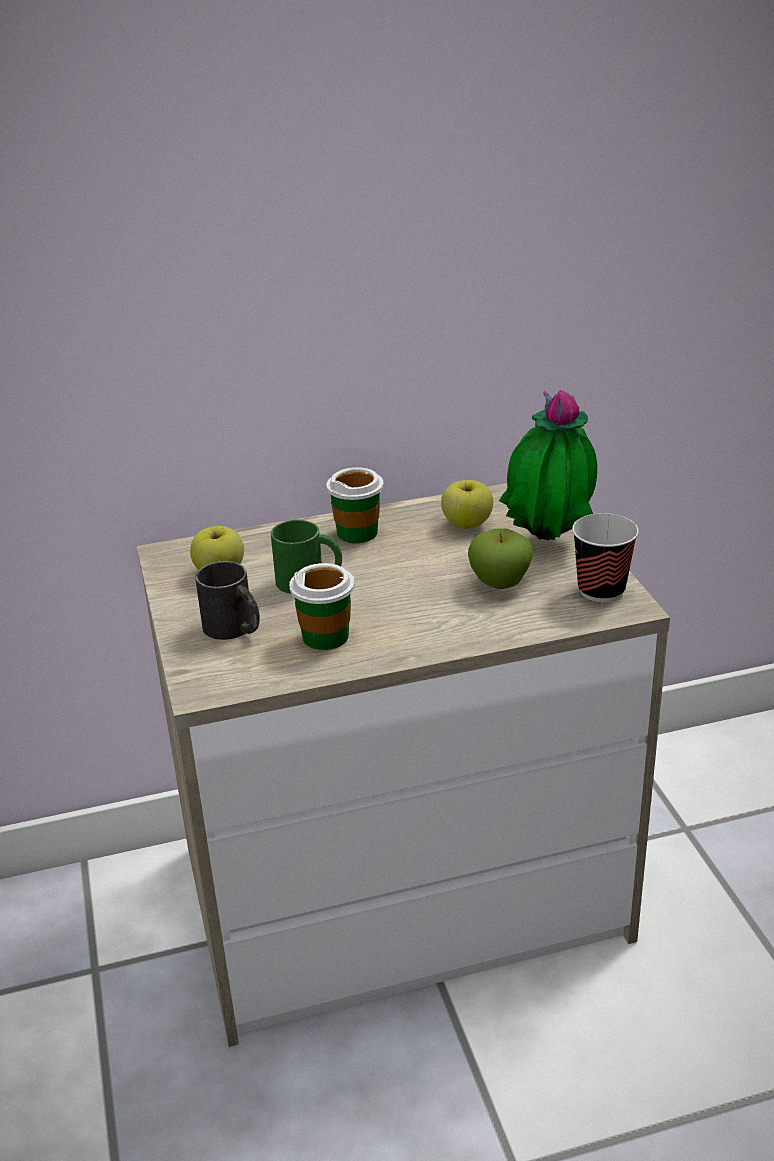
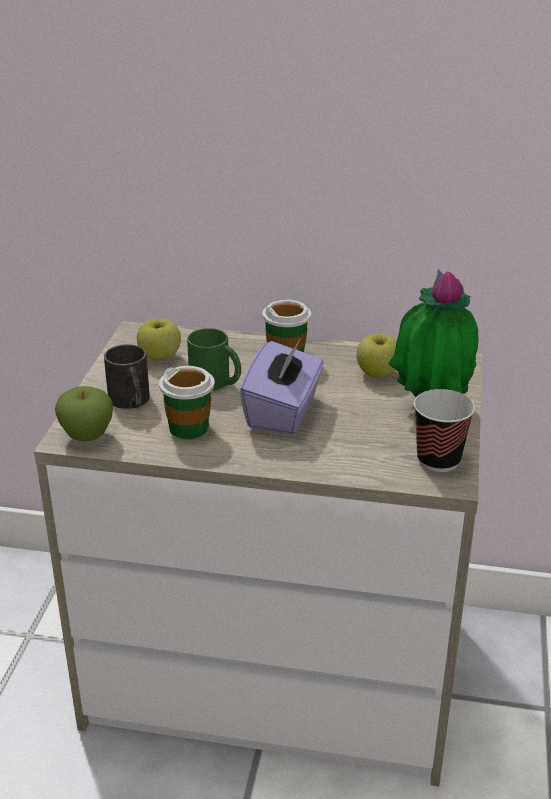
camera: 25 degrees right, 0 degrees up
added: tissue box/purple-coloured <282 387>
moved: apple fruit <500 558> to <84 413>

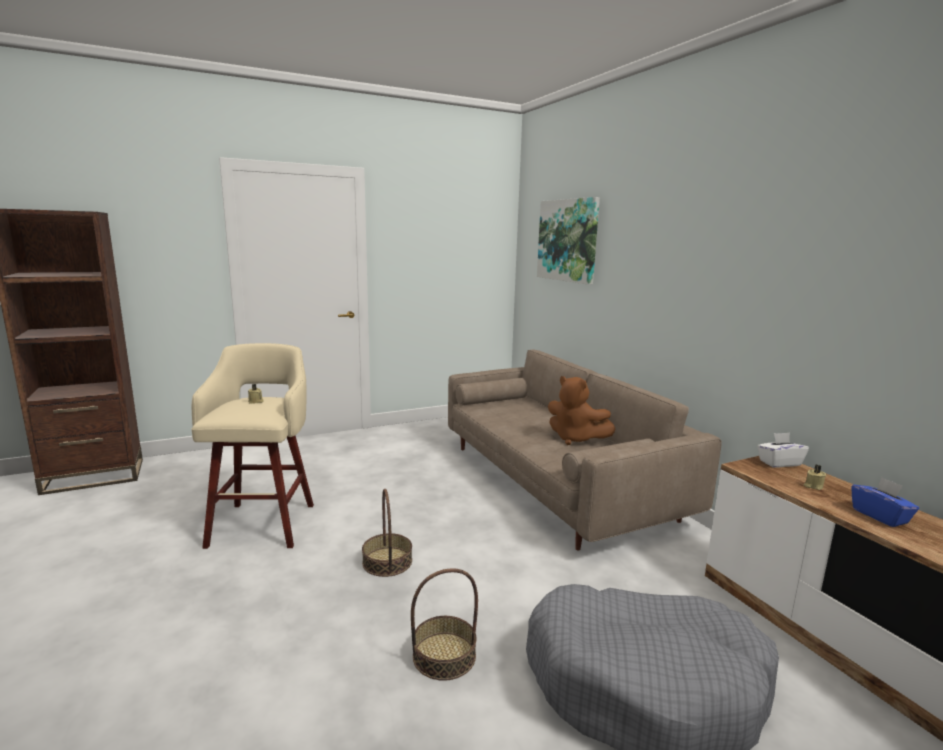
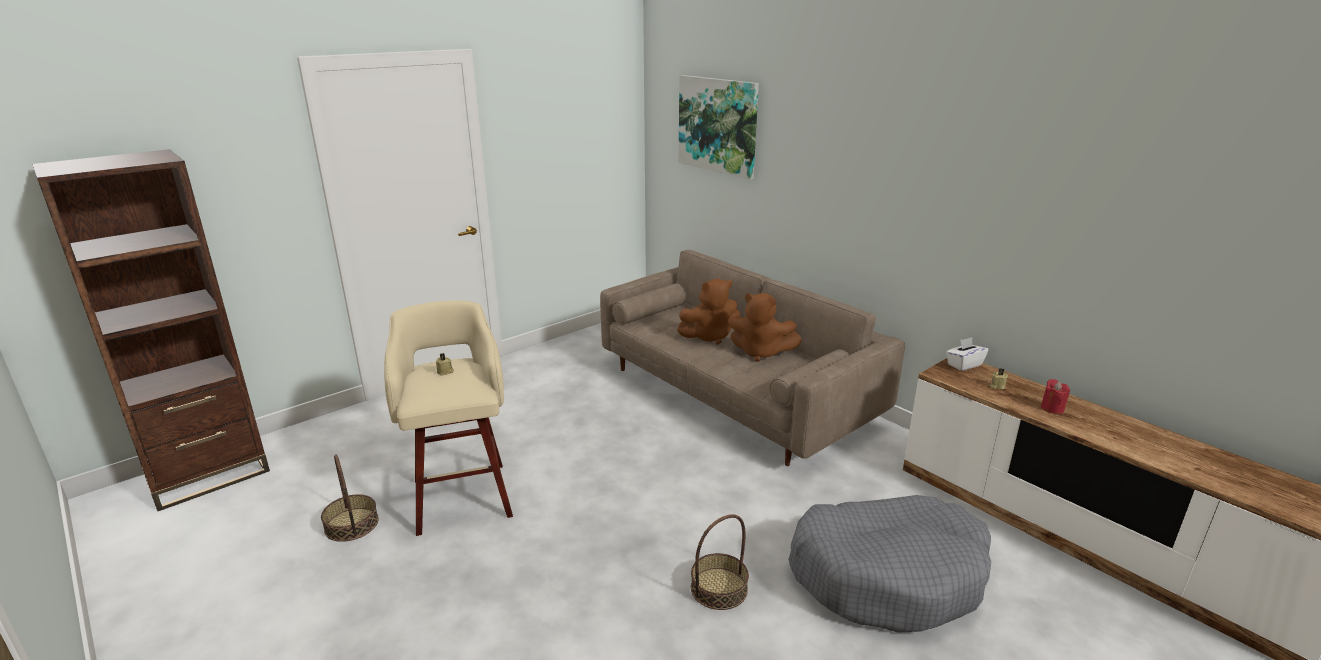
camera: 15 degrees left, 10 degrees up
added: soft toy/brownish <708 312>
moved: storage basket <387 533> to <350 498>
replaced: tissue box/blue-coloured <885 502> to wax candle/red <1055 396>

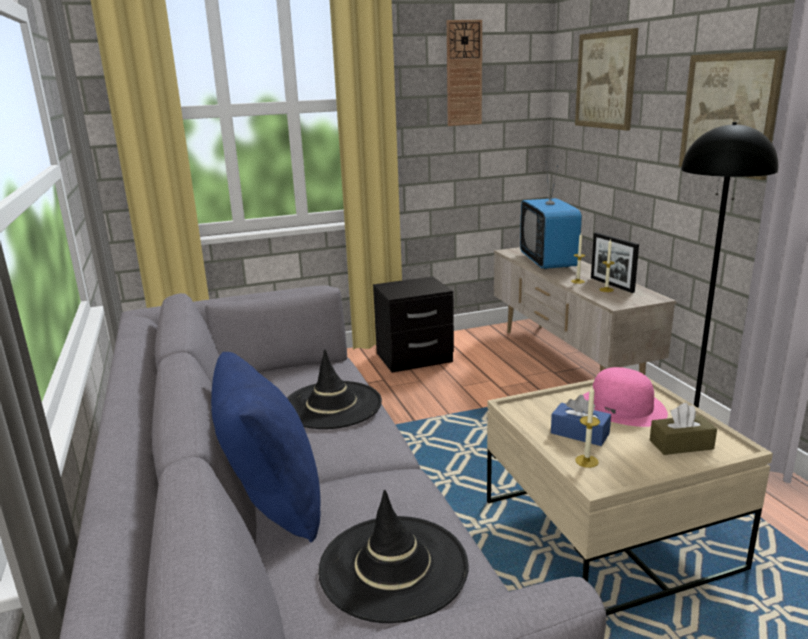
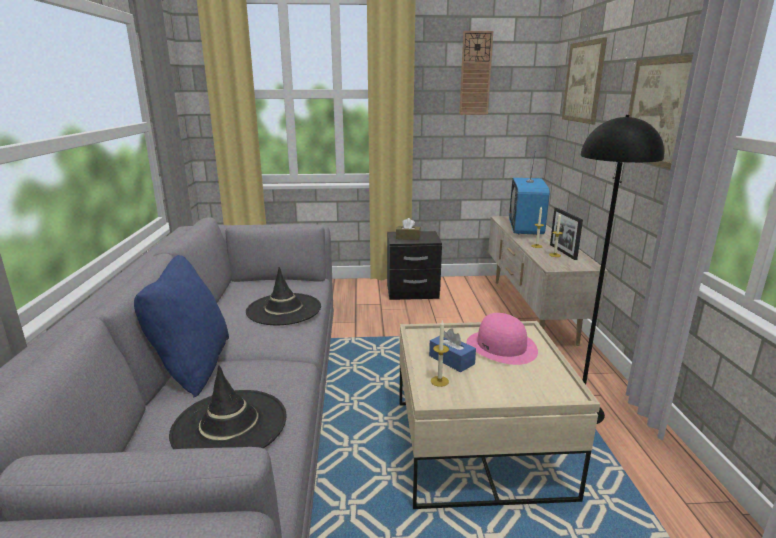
camera: 15 degrees right, 0 degrees up
moved: tissue box/brownish <683 429> to <408 229>

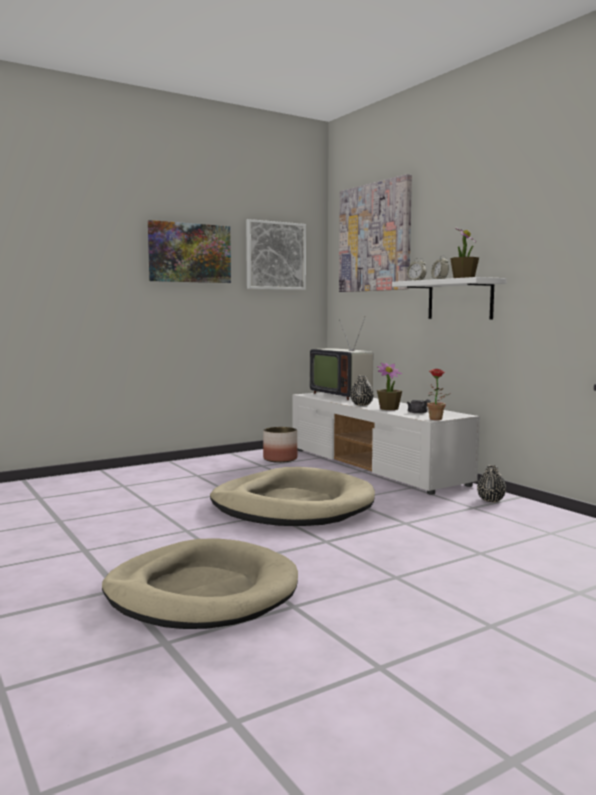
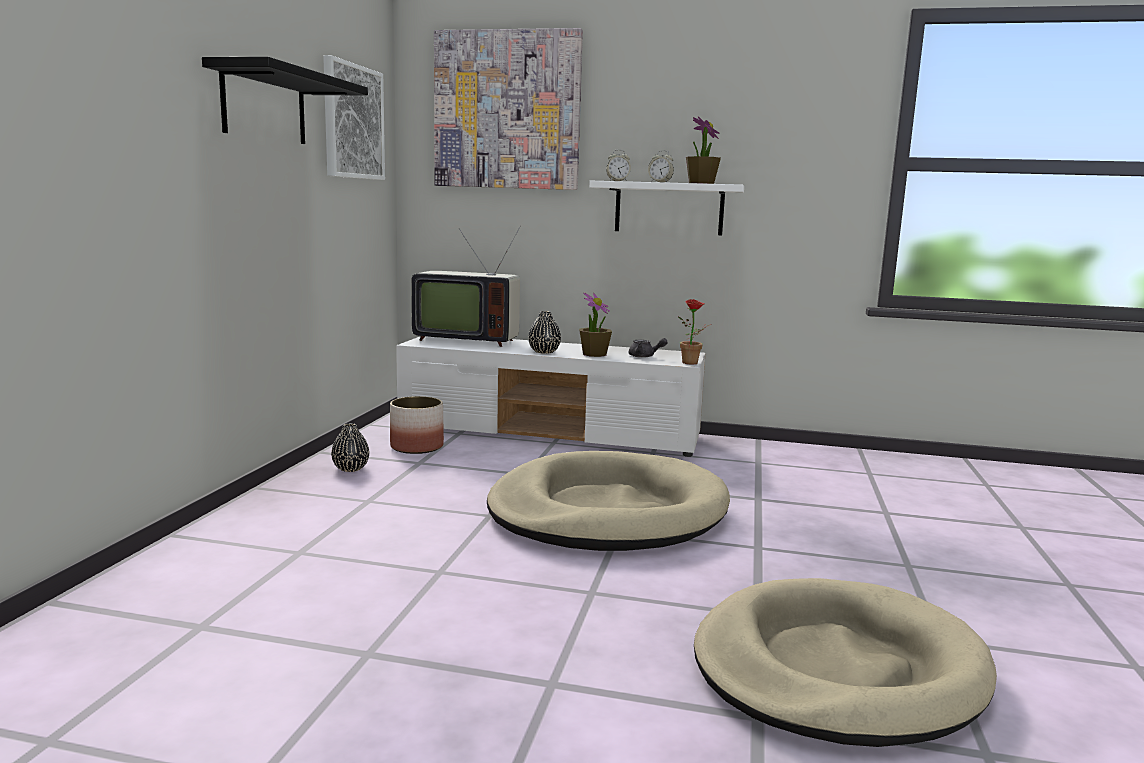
camera: 45 degrees left, 5 degrees up
moved: decorative vase/black <491 483> to <350 447>
replaced: wall picture <189 251> to bracket shelf/black <285 100>

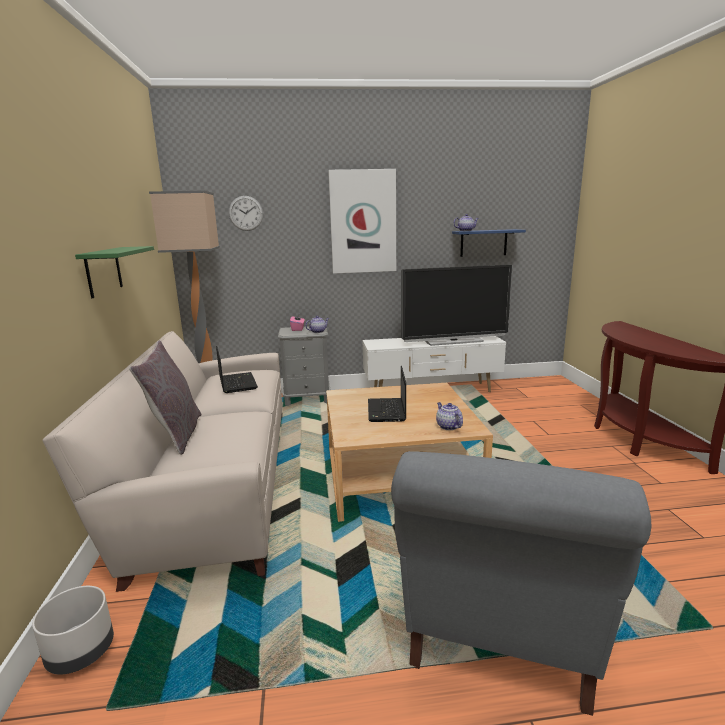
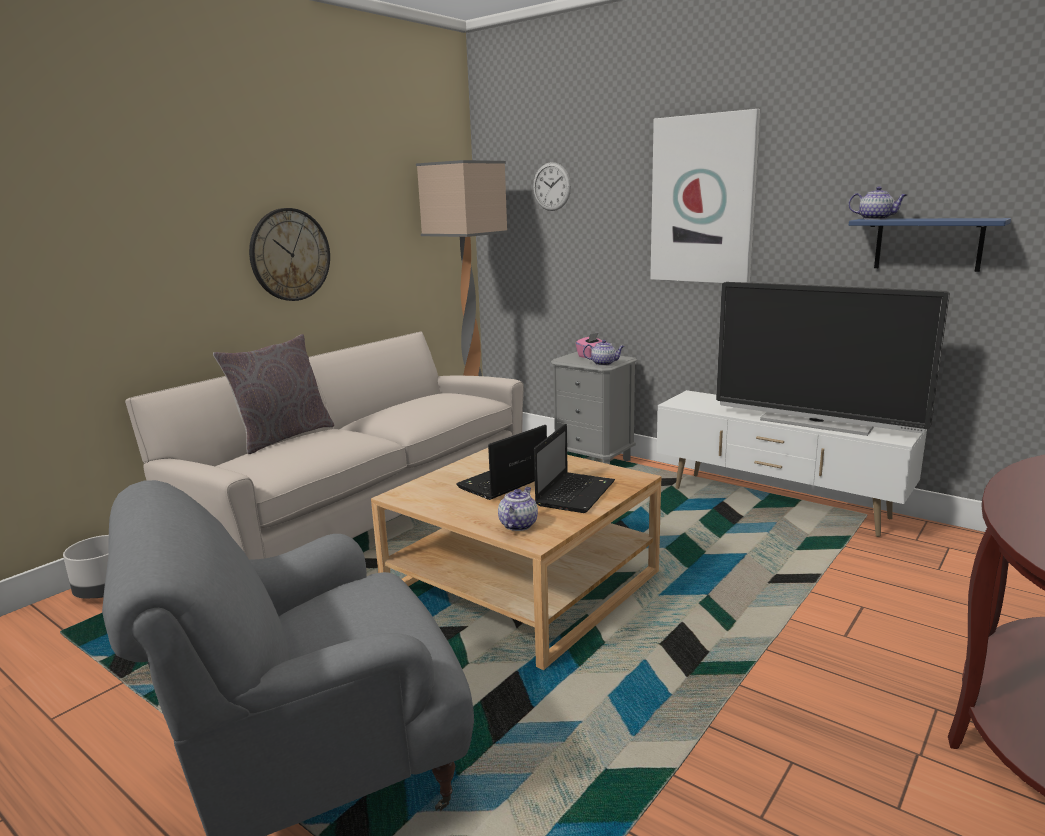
camera: 45 degrees right, 0 degrees up
moved: laptop <237 369> to <574 468>
replaced: bracket shelf/green <114 272> to hanging clock <289 254>

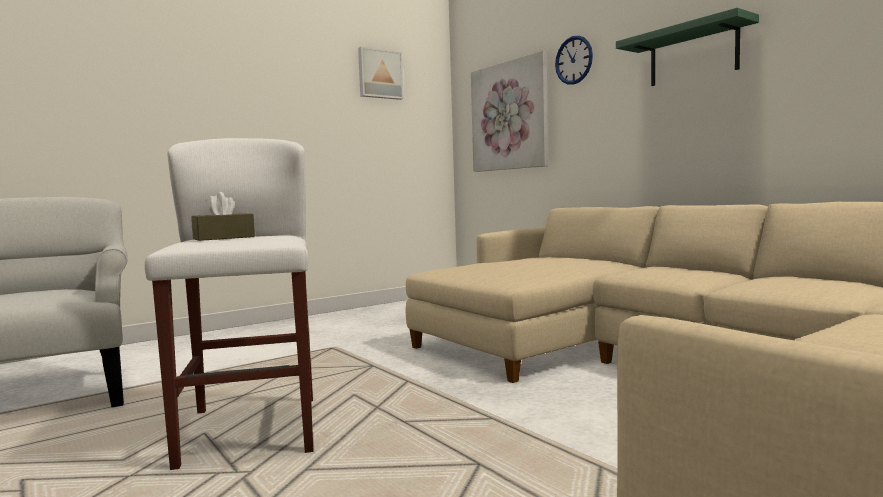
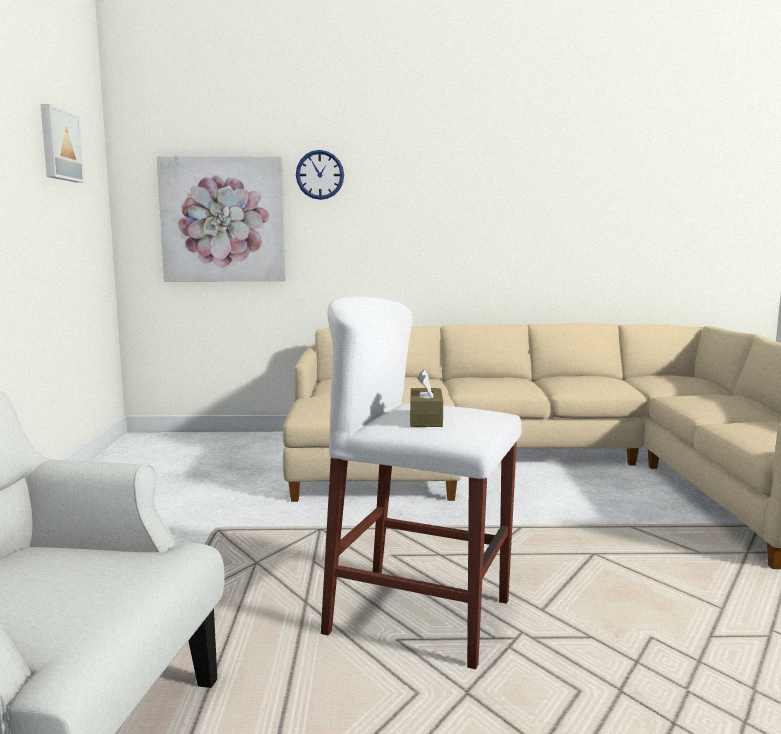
camera: 55 degrees left, 5 degrees up
removed: bracket shelf/green <687 47>

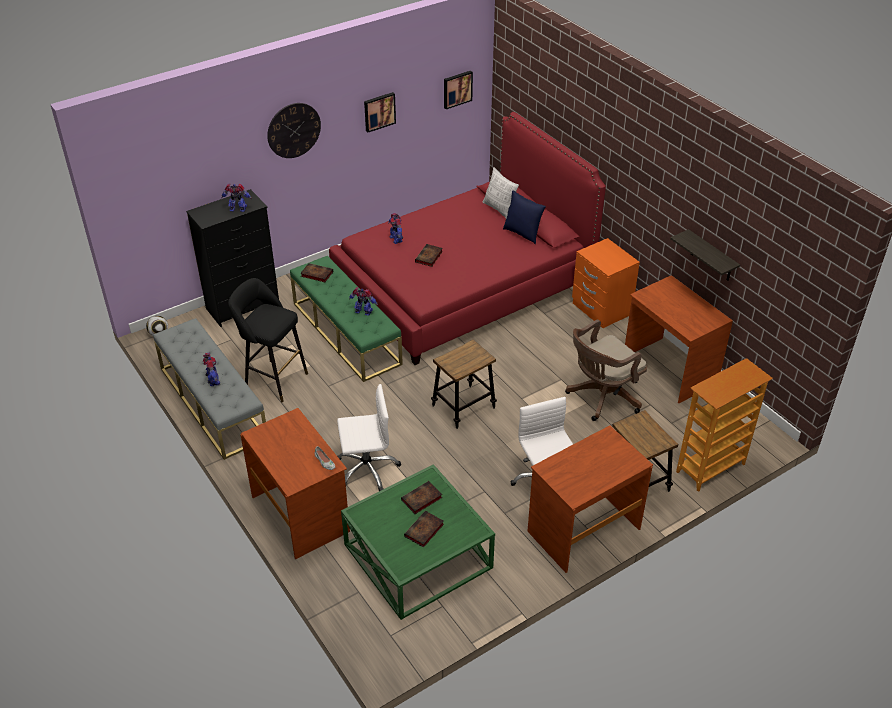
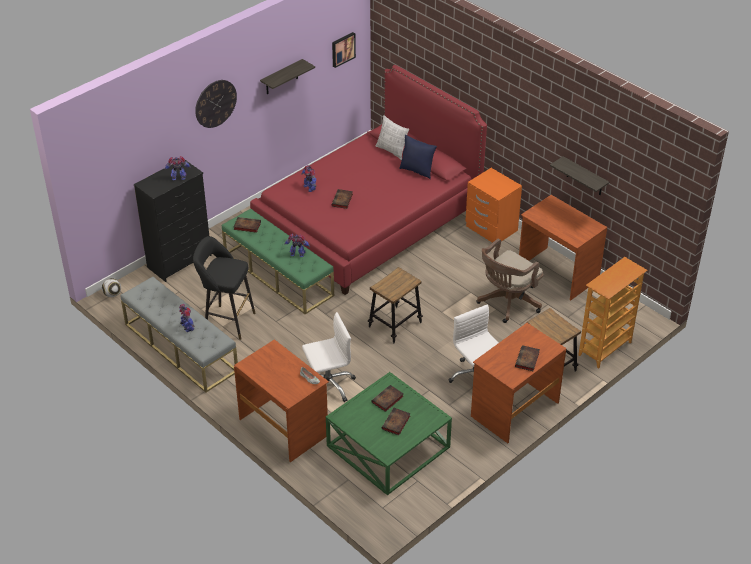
camera: 10 degrees left, 0 degrees up
added: book <527 358>
replaced: wall picture <380 112> to bracket shelf <287 76>

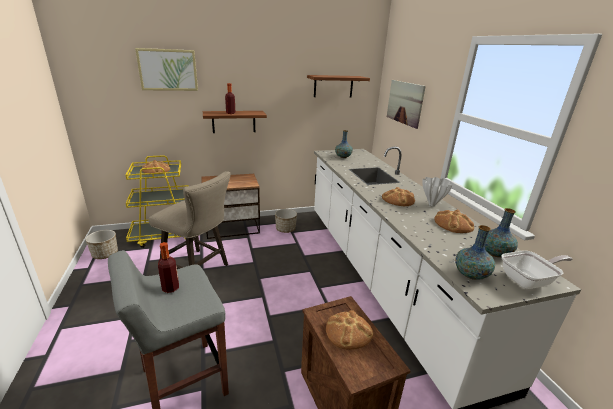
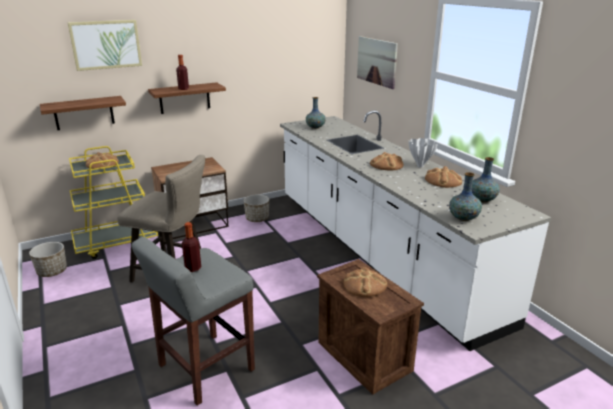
camera: 10 degrees left, 0 degrees up
removed: pan <537 270>
moved: bracket shelf <338 86> to <83 113>

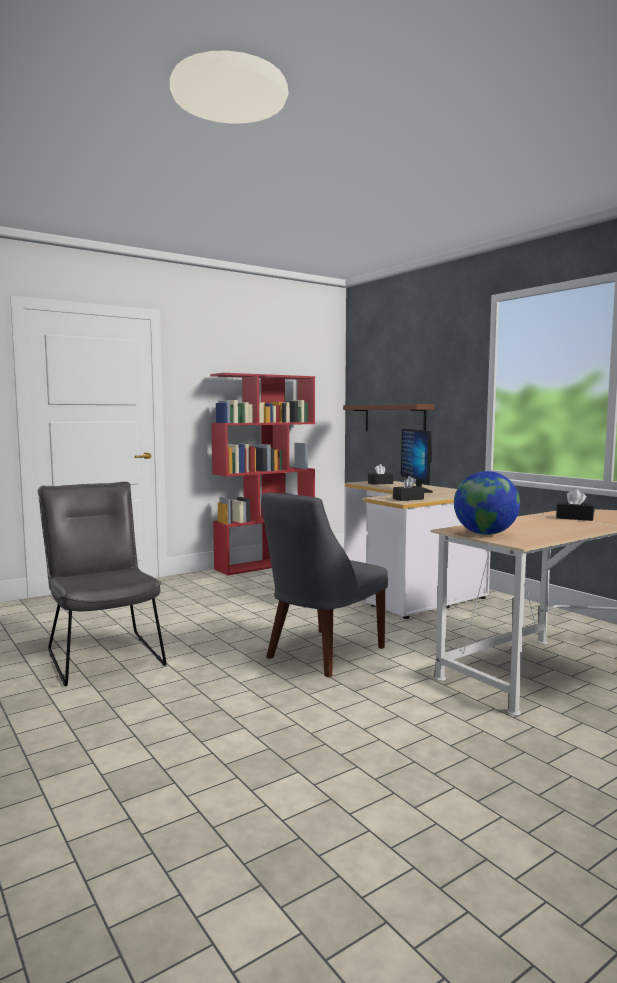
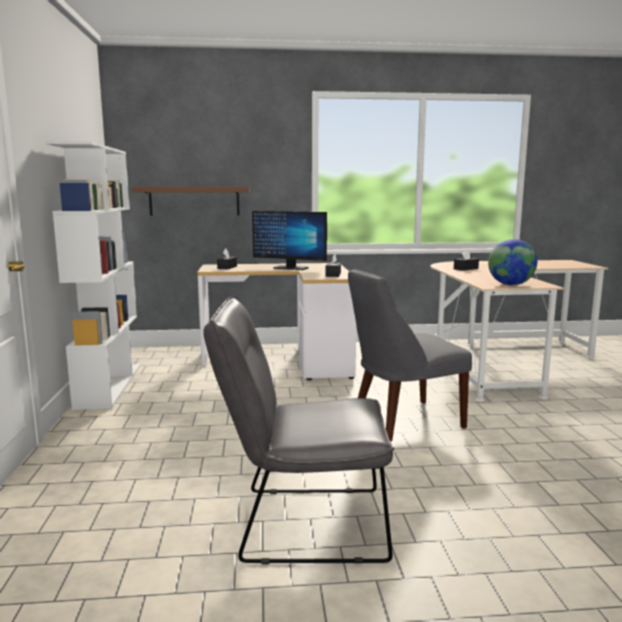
camera: 60 degrees left, 5 degrees up
recoloured: bookshelf/red <262 474> to bookshelf/white-coloured <93 275>
turned: plain chair/greyish <324 585> = <410 355> 90 degrees clockwise

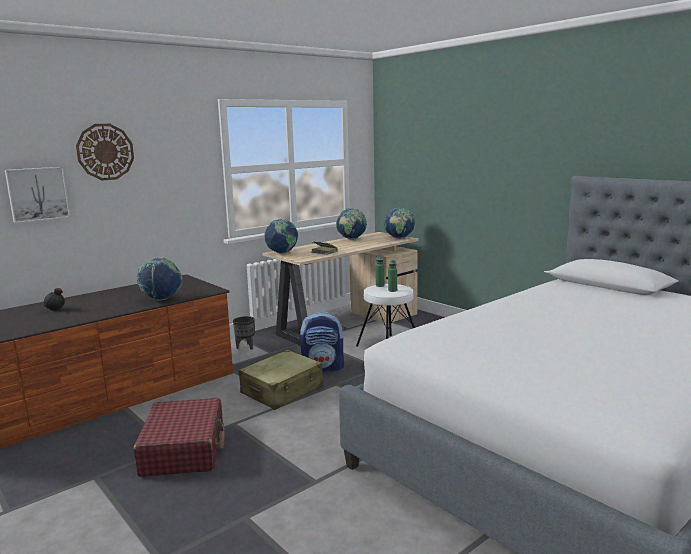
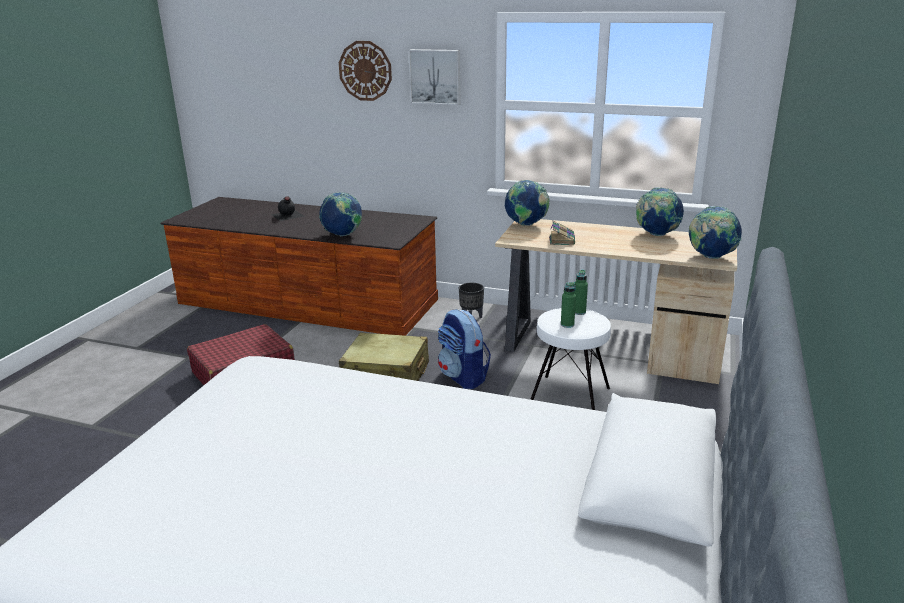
camera: 60 degrees right, 10 degrees up
moved: wall picture <37 195> to <434 77>

